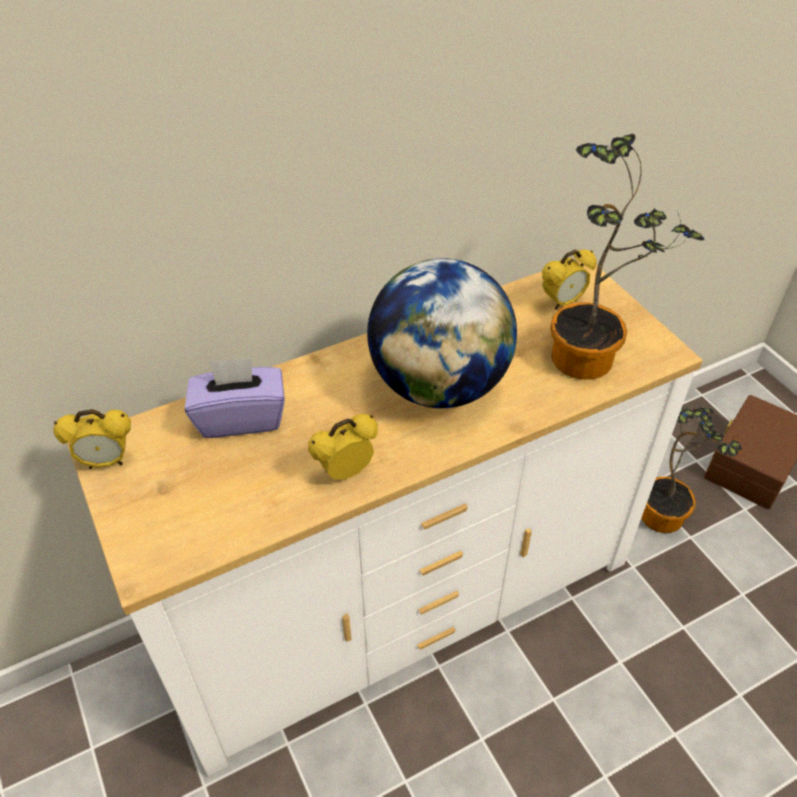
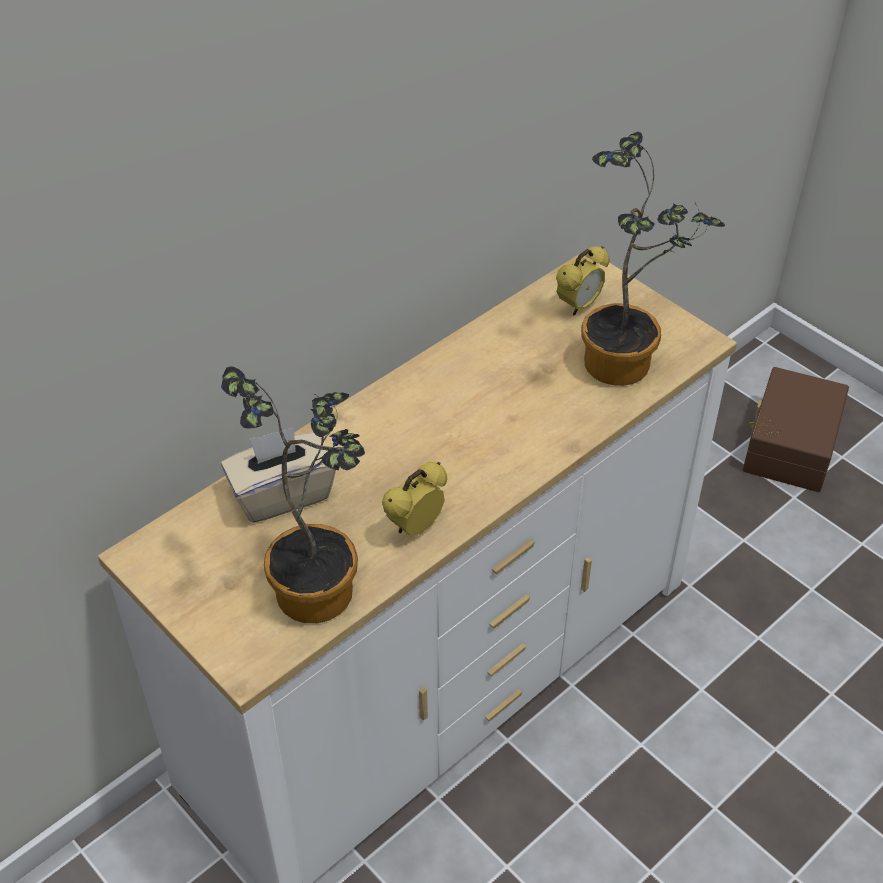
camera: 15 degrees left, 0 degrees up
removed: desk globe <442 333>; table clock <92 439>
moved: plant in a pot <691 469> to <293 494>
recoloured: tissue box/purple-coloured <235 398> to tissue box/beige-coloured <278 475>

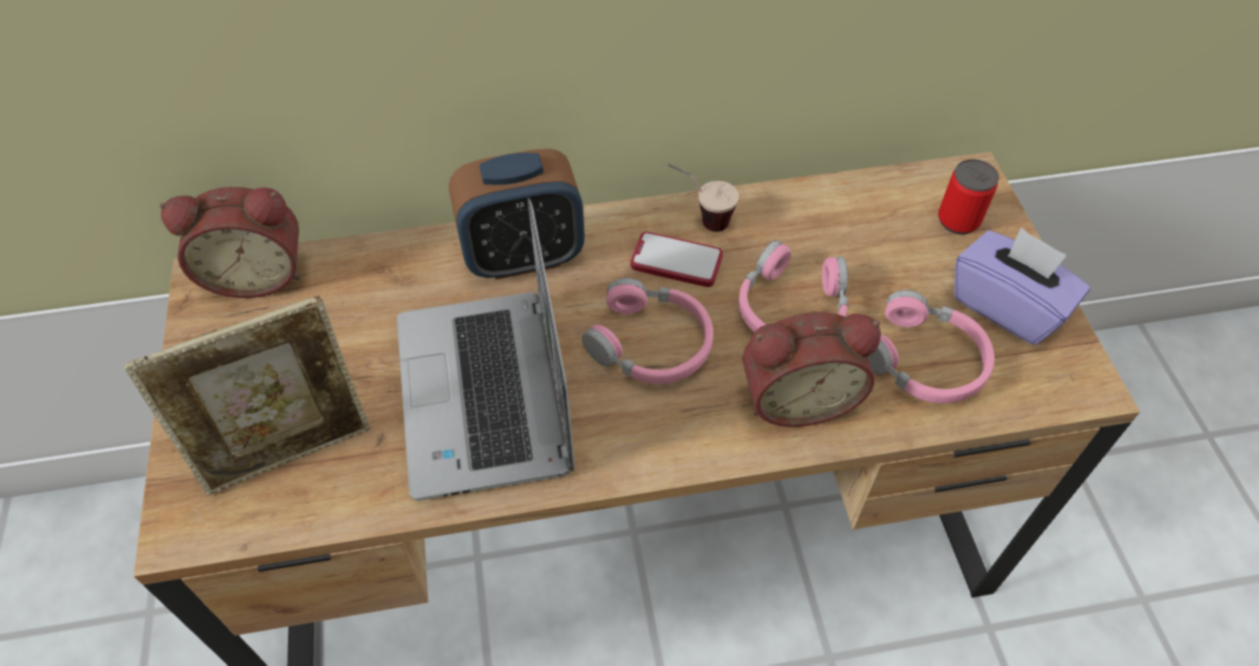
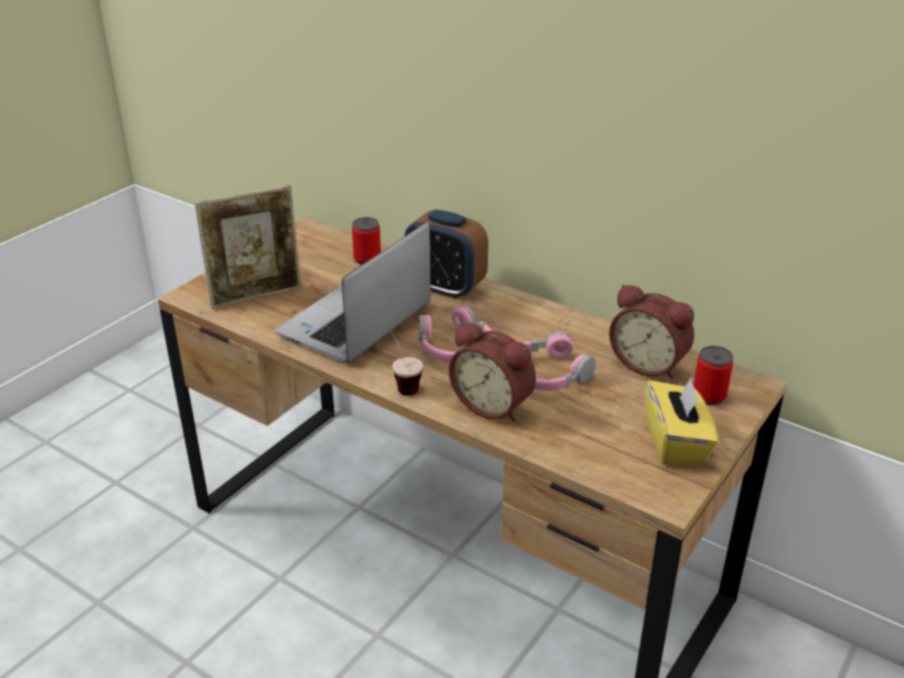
camera: 45 degrees right, 20 degrees down
removed: handset <677 259>; headset/pink <930 346>
added: sealed can <366 241>
moved: small cup <703 198> to <406 362>; table clock <229 242> to <651 331>
recoloured: tissue box/purple-coloured <1022 286> to tissue box/yellow <682 421>
turned: standing frame <247 395> = <248 247> 45 degrees counterclockwise

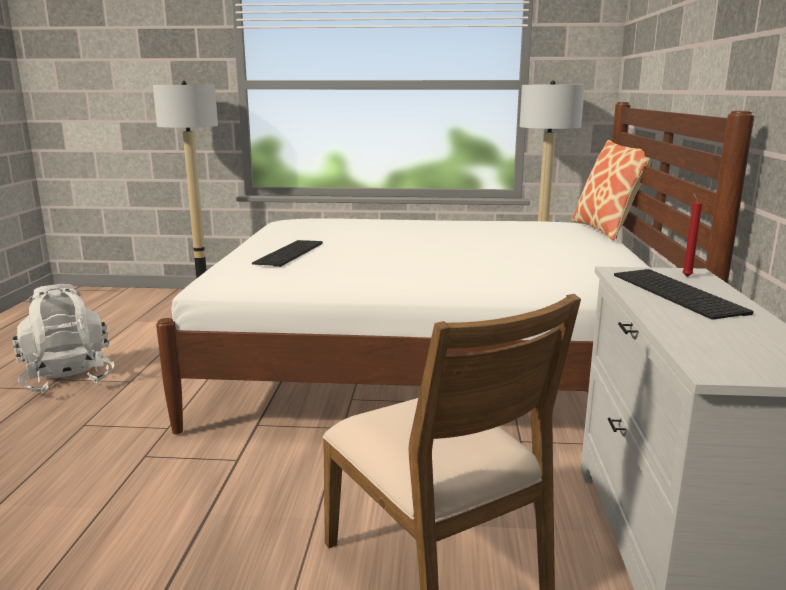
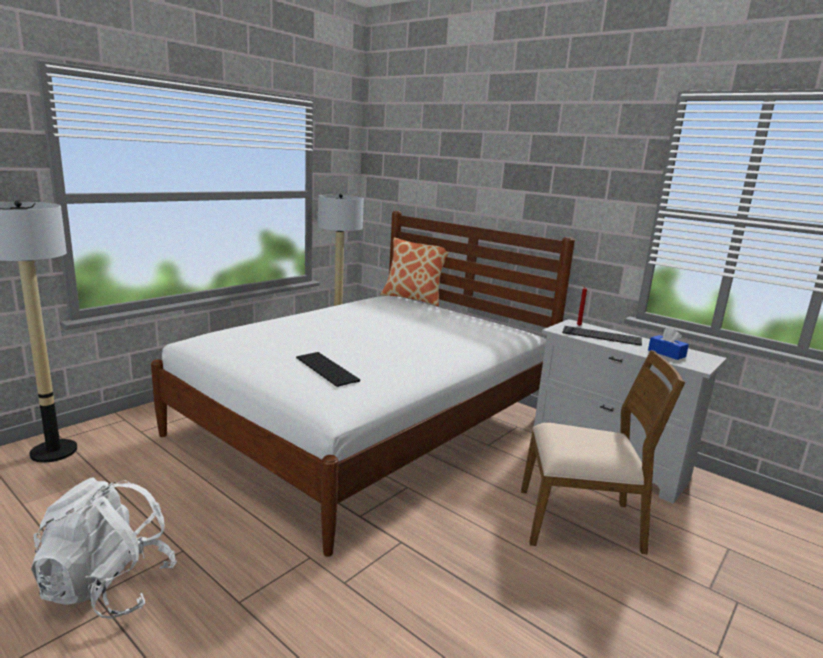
camera: 55 degrees left, 0 degrees up
added: tissue box/blue-coloured <668 344>

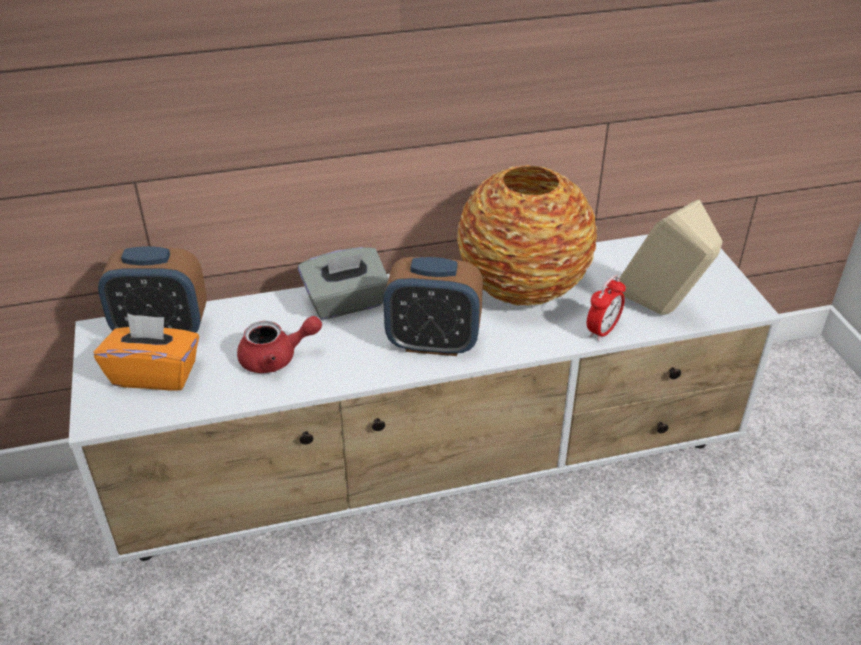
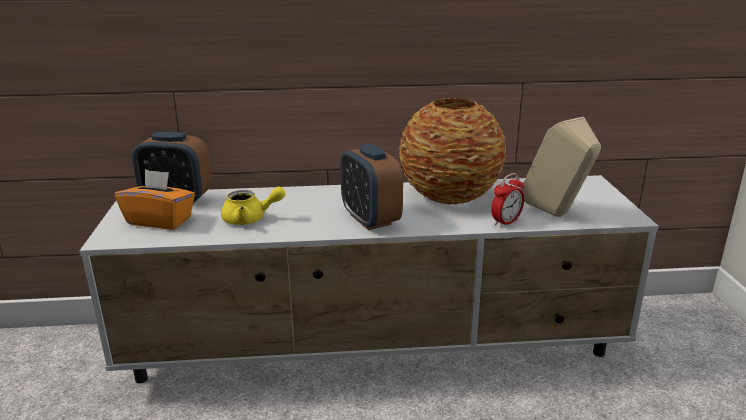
camera: 10 degrees right, 15 degrees down
removed: tissue box/greyish <343 283>
recoloured: teapot/red <279 344> to teapot/yellow <253 206>
turned: table clock <433 306> = <371 187> 45 degrees clockwise

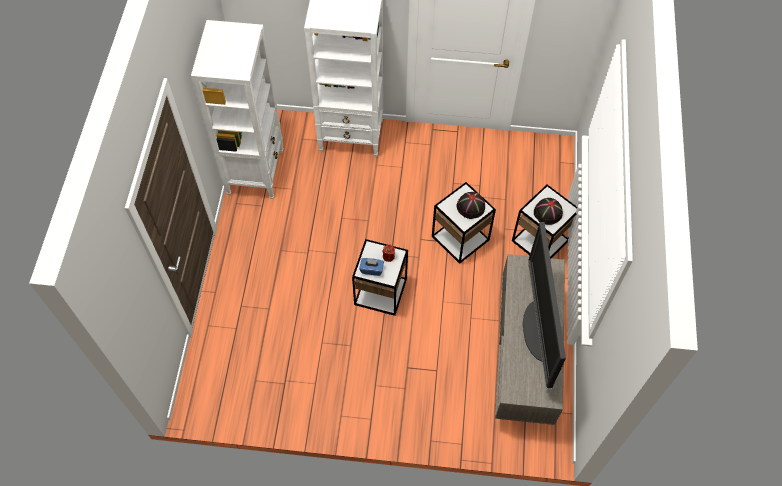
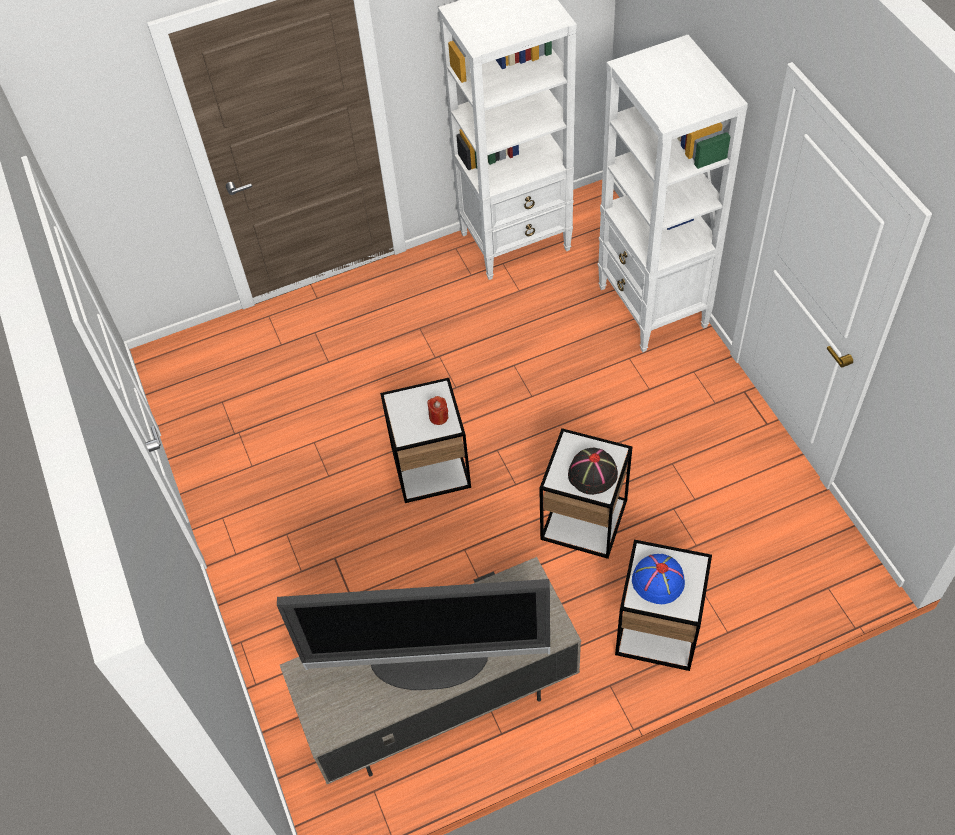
camera: 65 degrees right, 5 degrees down
removed: tissue box/blue-coloured <371 267>
recoloured: clothing hat/black <548 211> to clothing hat/blue-coloured <658 579>
turned: TV set <544 307> = <413 634> 150 degrees counterclockwise

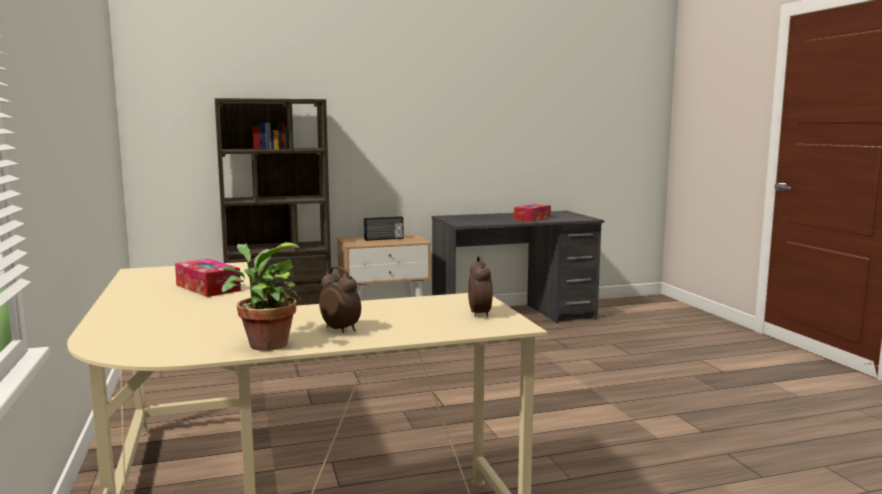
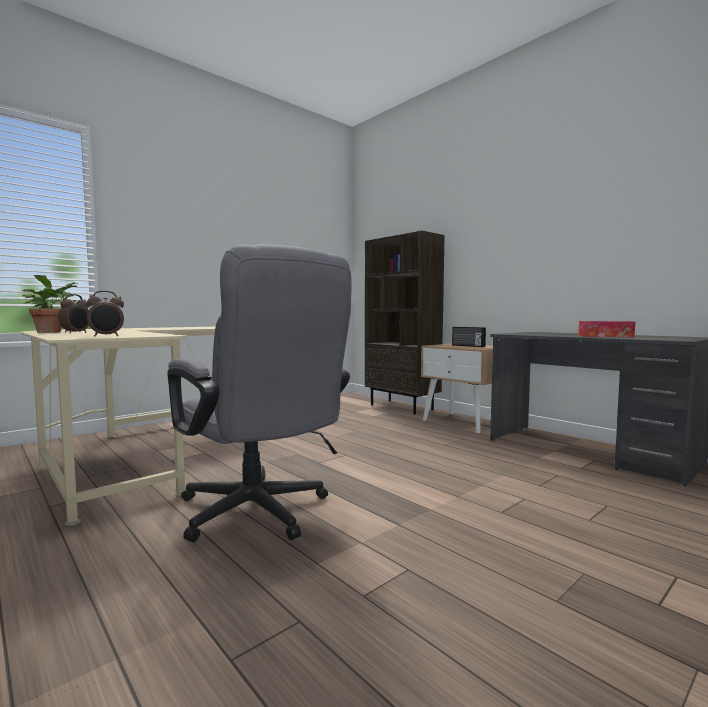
camera: 65 degrees right, 5 degrees down
removed: tissue box <208 278>
added: office chair/greyish <259 393>

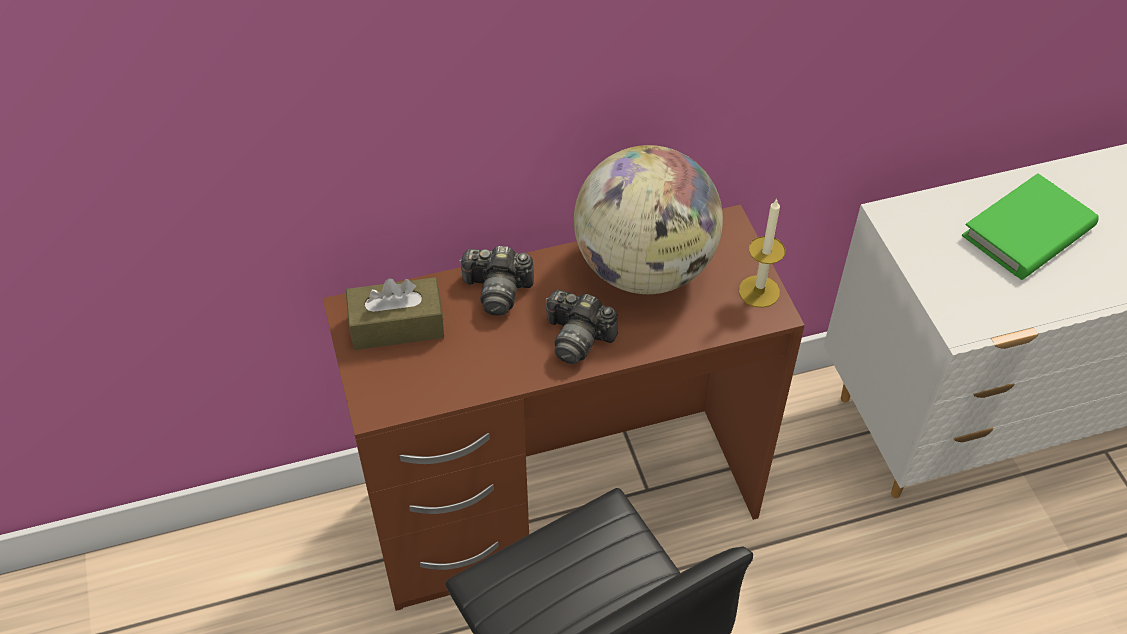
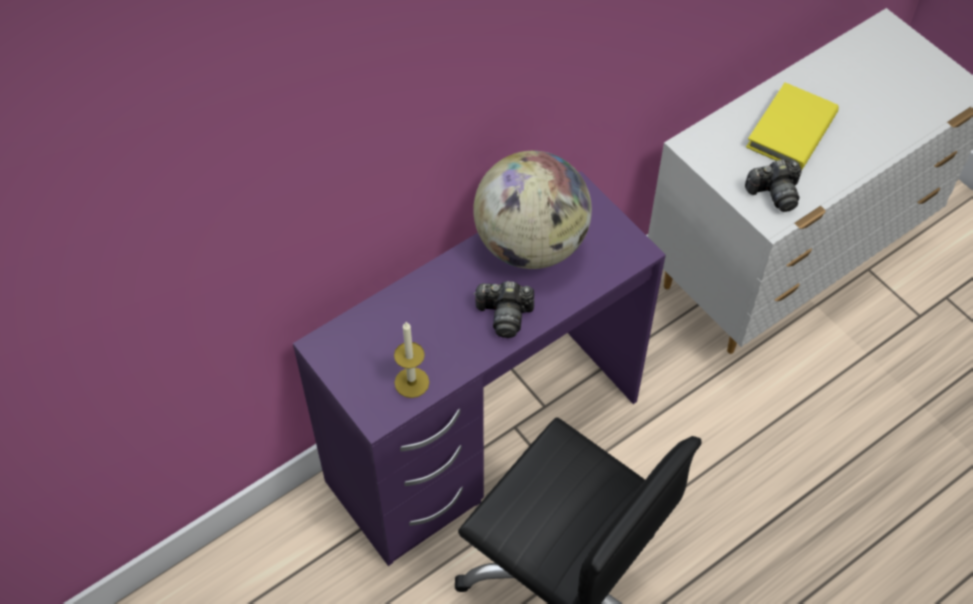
camera: 20 degrees left, 5 degrees up
removed: tissue box/brownish <395 313>
moved: wax candle <762 253> to <411 360>; photo camera <496 281> to <773 186>
recoloured: book/green <1030 227> to book/yellow <792 126>; desk table/brownish <564 408> to desk table/purple-coloured <479 368>

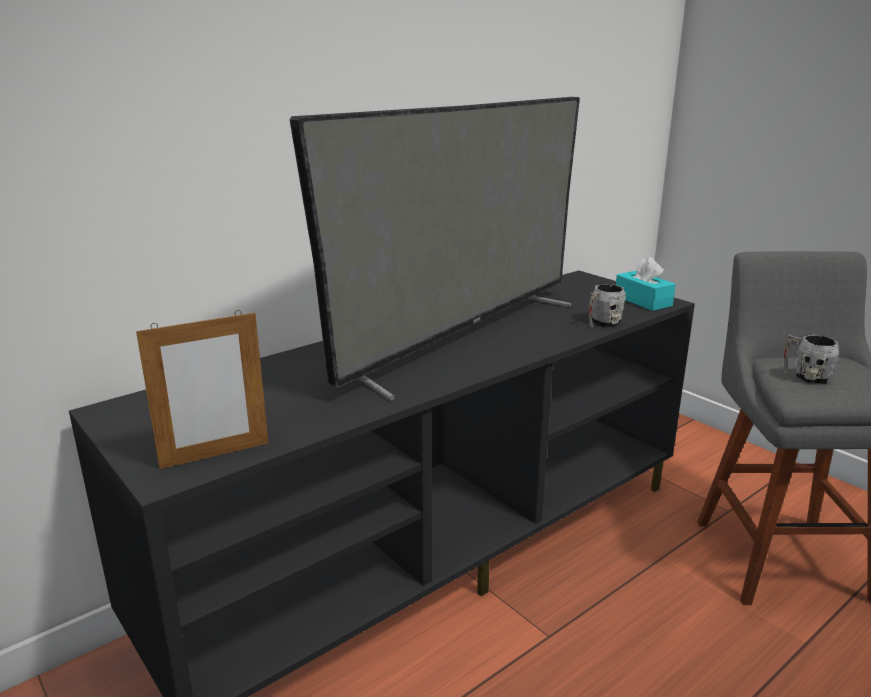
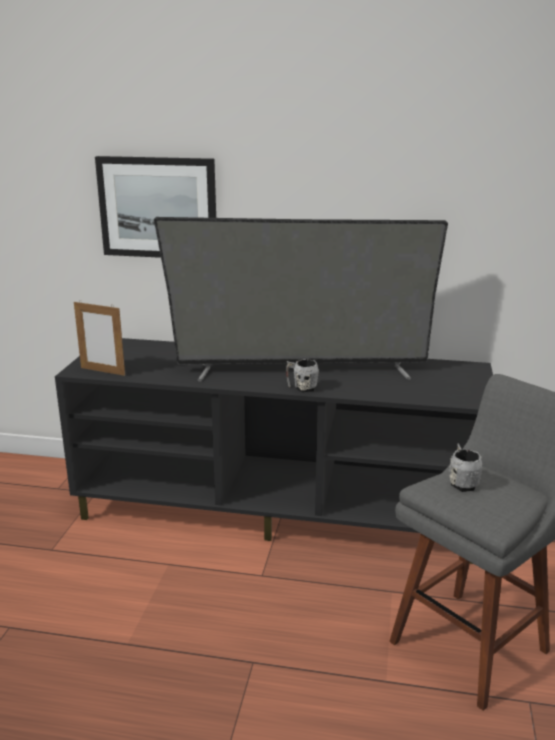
camera: 50 degrees right, 0 degrees up
removed: tissue box/turquoise <646 284>
added: wall picture <155 207>
moved: mug/greyish <607 306> to <302 375>

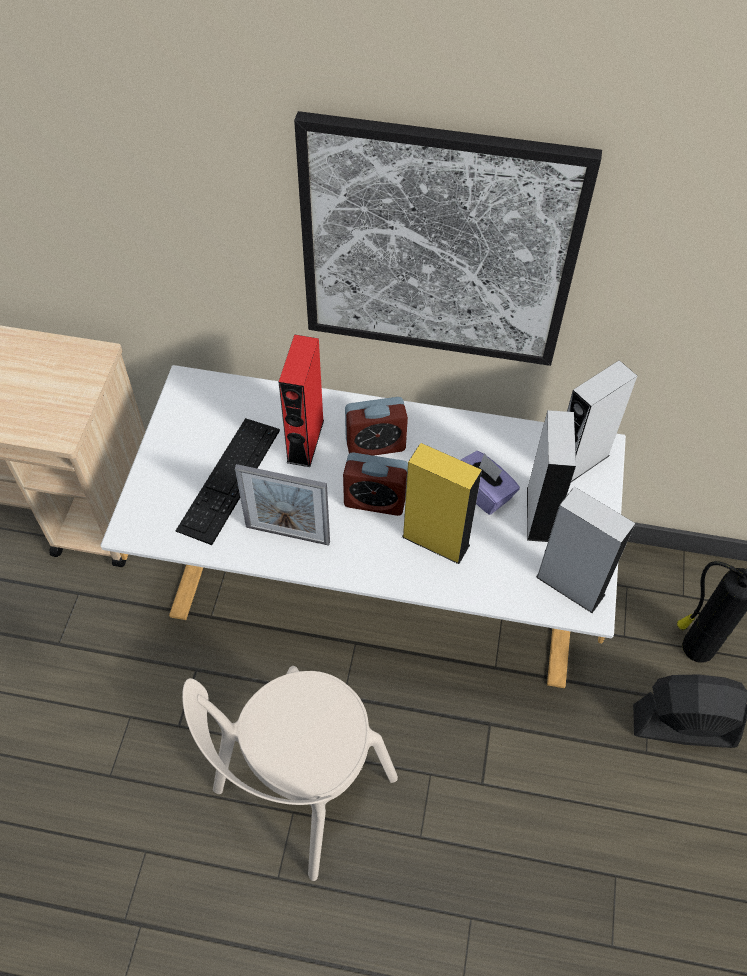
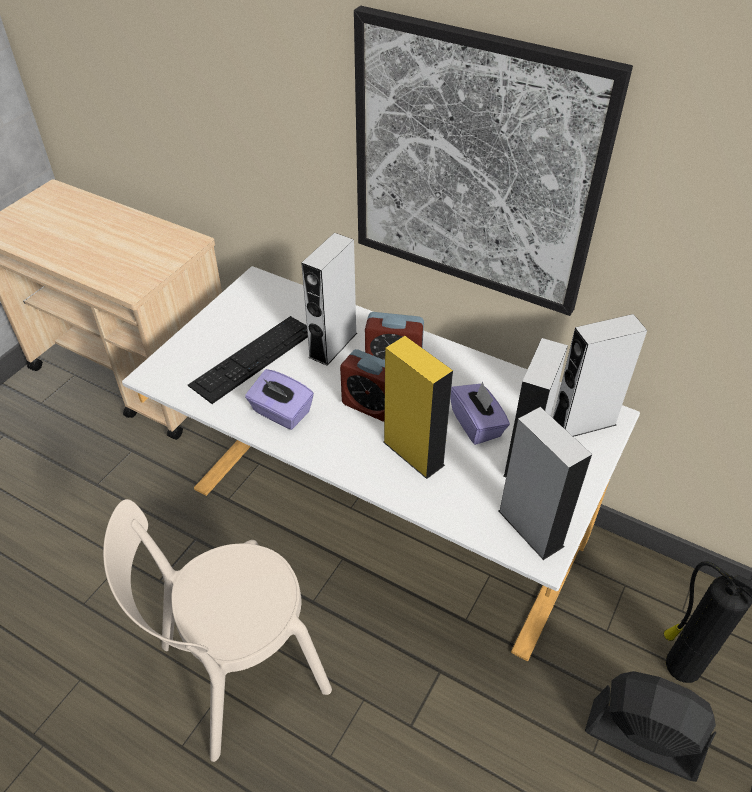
camera: 20 degrees right, 10 degrees down
replaced: standing frame <282 505> to tissue box/purple-coloured <279 399>
recoloured: speaker/red <301 400> to speaker/greyish <329 299>

